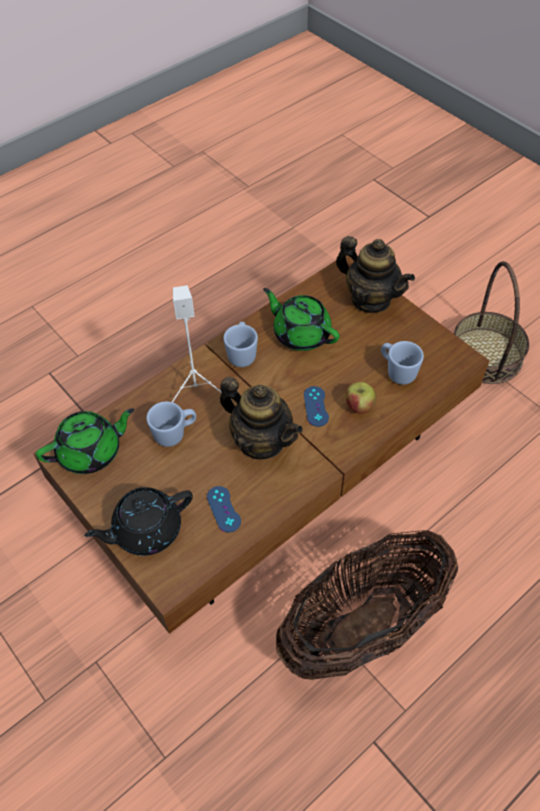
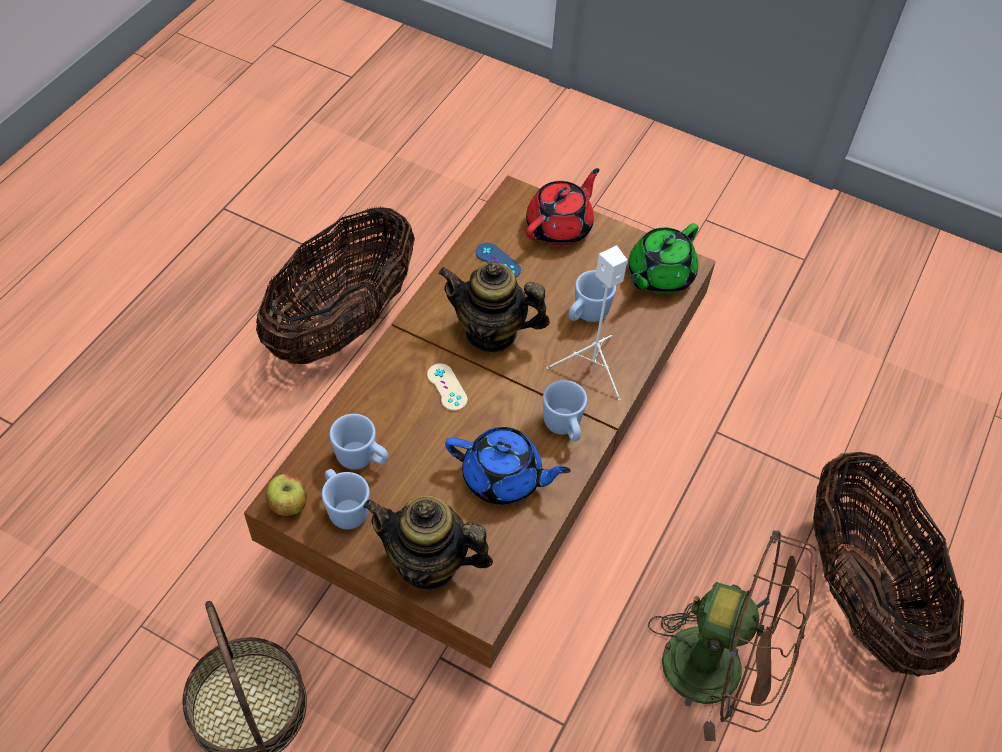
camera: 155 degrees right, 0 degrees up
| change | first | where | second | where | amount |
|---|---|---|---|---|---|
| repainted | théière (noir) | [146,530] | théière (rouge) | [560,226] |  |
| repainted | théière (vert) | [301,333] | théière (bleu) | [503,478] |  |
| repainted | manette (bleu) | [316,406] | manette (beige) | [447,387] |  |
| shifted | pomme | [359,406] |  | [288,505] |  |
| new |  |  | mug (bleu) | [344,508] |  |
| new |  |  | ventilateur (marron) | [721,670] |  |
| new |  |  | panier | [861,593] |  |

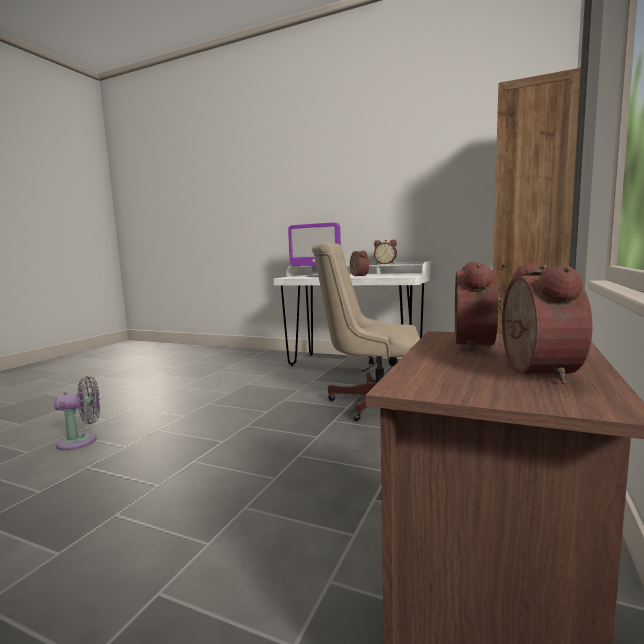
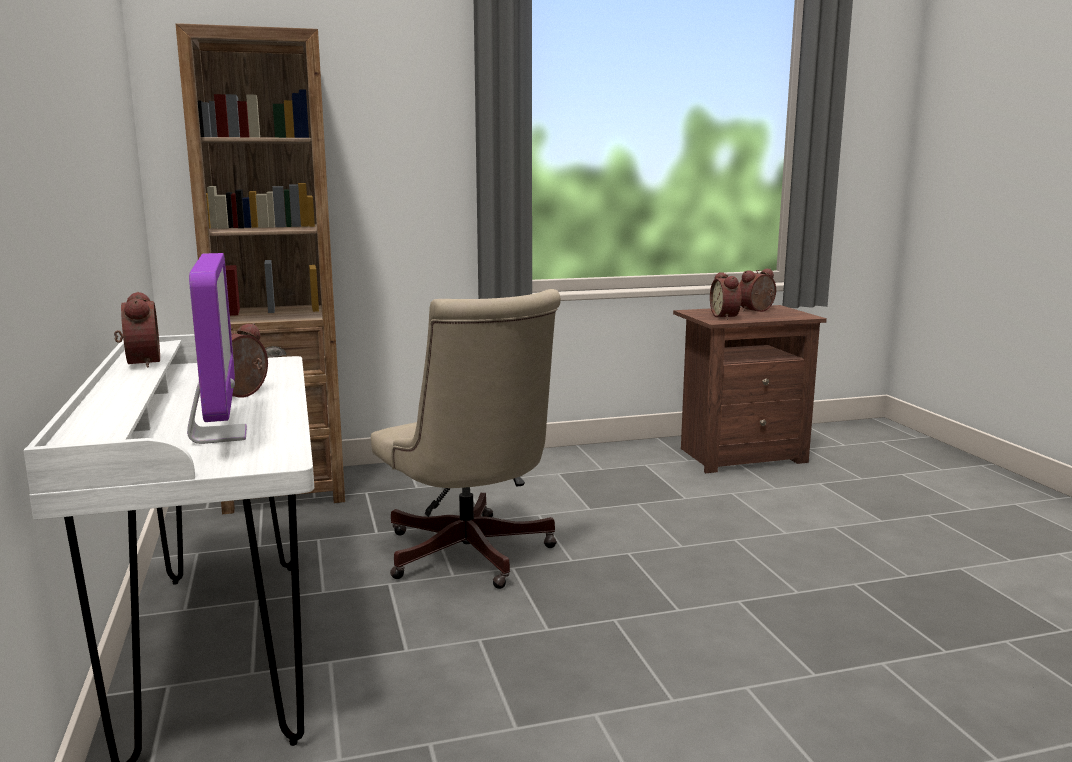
camera: 130 degrees left, 5 degrees up
| change | first | where | second | where | amount |
|---|---|---|---|---|---|
| gone | ventilateur (gris) | [81,441] |  |  |  |
| rotated | réveil | [479,344] |  | [726,316] | 105 degrees clockwise |

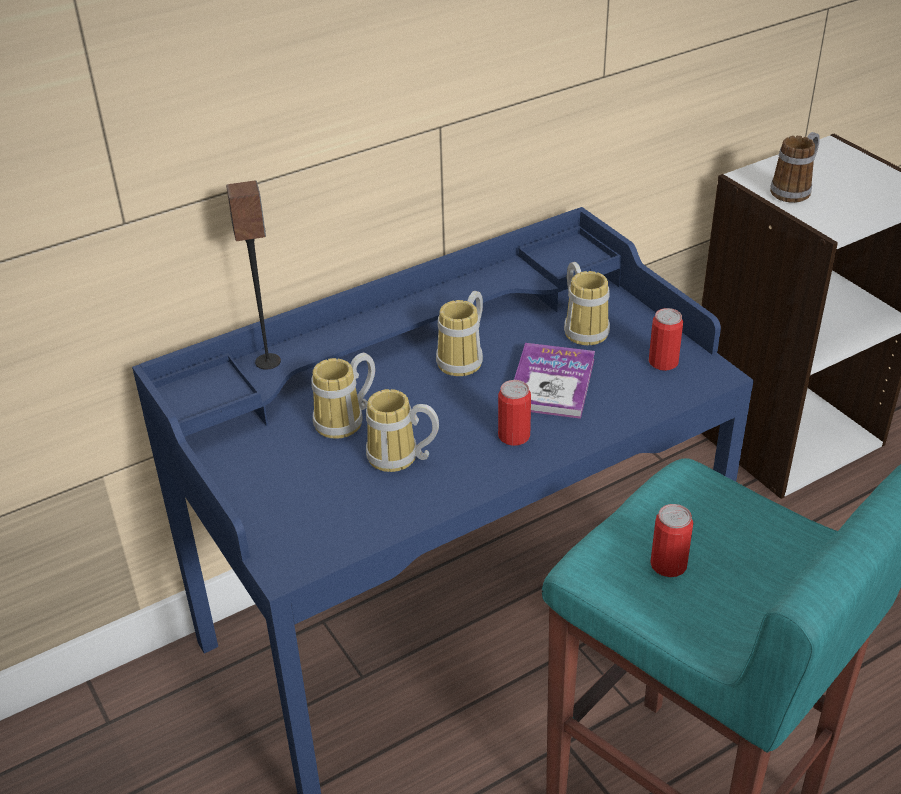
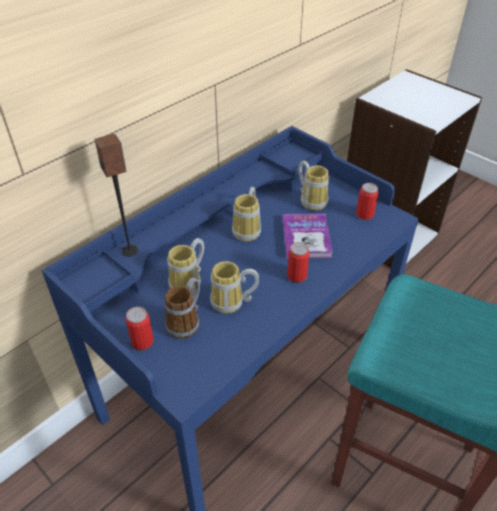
camera: 15 degrees left, 5 degrees up
| change | first | where | second | where | amount |
|---|---|---|---|---|---|
| shifted | boîte métallique | [668,565] |  | [142,341] |  |
| shifted | mug | [794,190] |  | [186,321] |  |

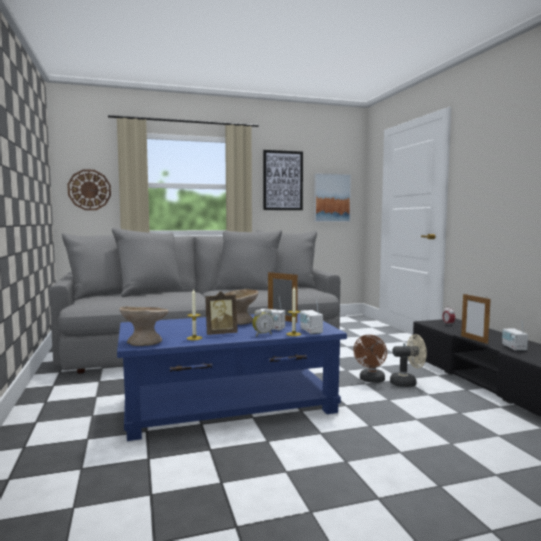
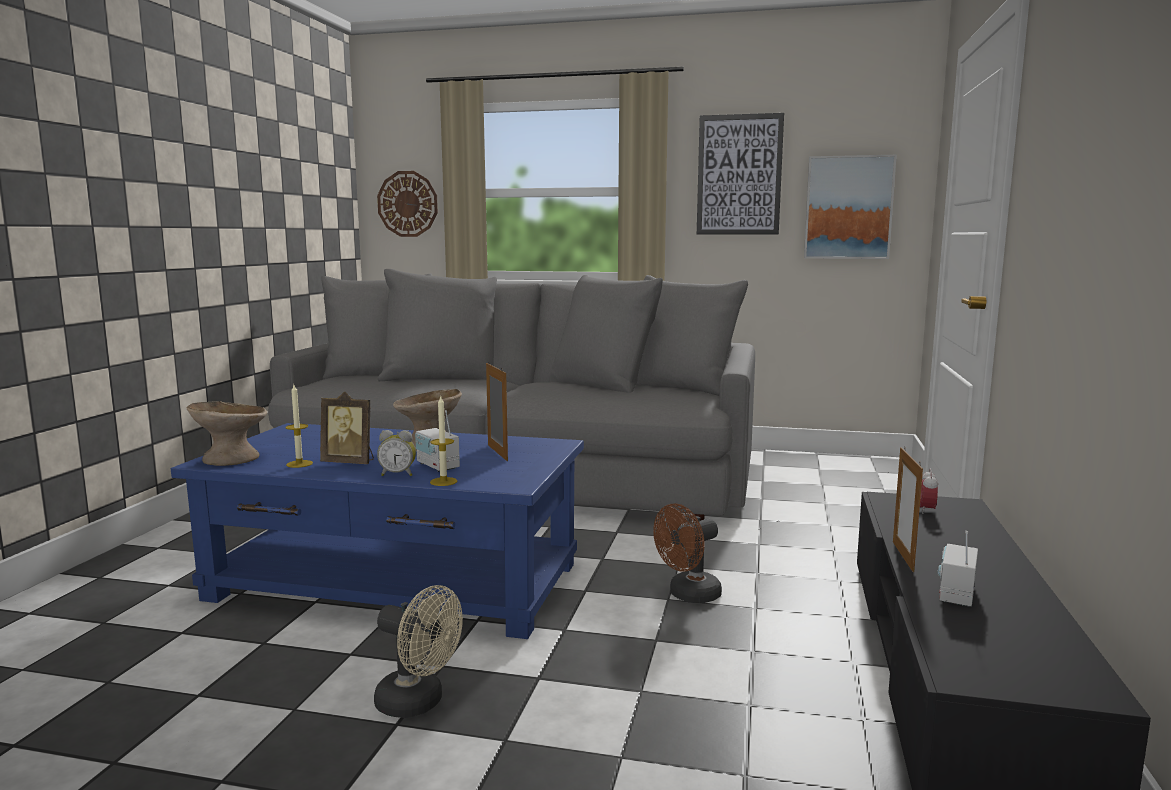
camera: 30 degrees right, 5 degrees up
| change | first | where | second | where | amount |
|---|---|---|---|---|---|
| gone | radio | [311,331] |  |  |  |
| shifted | ventilateur (beige) | [407,383] |  | [418,703] |  |

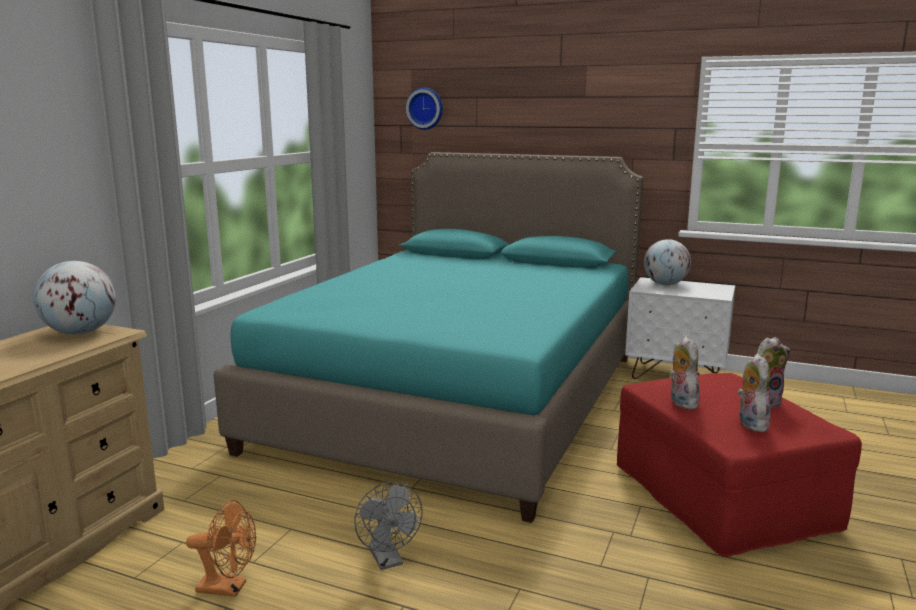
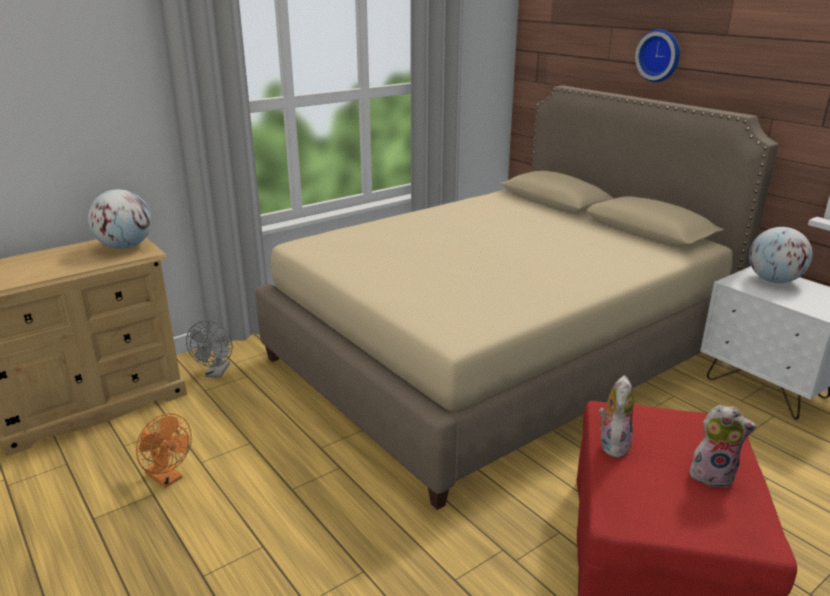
camera: 30 degrees right, 10 degrees up
| change | first | where | second | where | amount |
|---|---|---|---|---|---|
| repainted | lit (turquoise) | [459,400] | lit (beige) | [498,355] |  |
| shifted | ventilateur (gris) | [388,560] |  | [216,373] |  |
| shifted | horloge murale | [425,108] |  | [660,55] |  |
| gone | peluche | [750,423] |  |  |  |

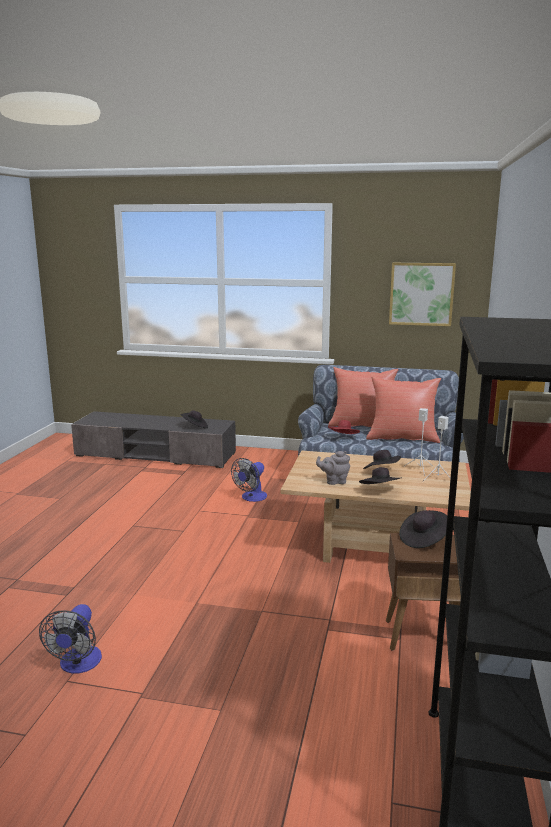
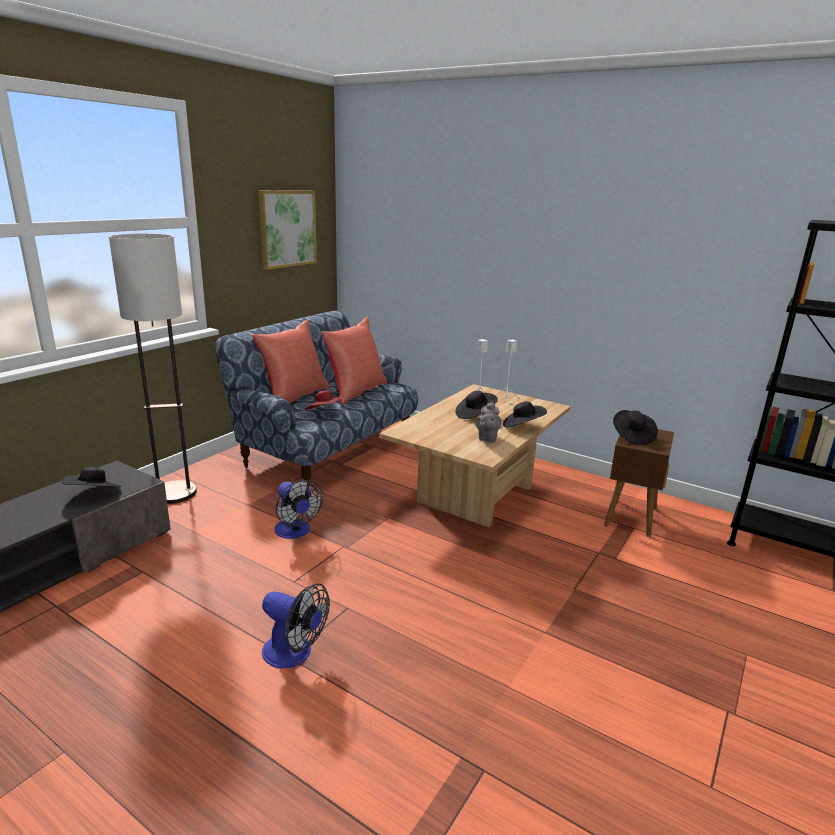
camera: 70 degrees left, 5 degrees up
| change | first | where | second | where | amount |
|---|---|---|---|---|---|
| shifted | ventilateur | [78,665] |  | [294,654] |  |
| new |  |  | lampadaire | [174,493] |  |

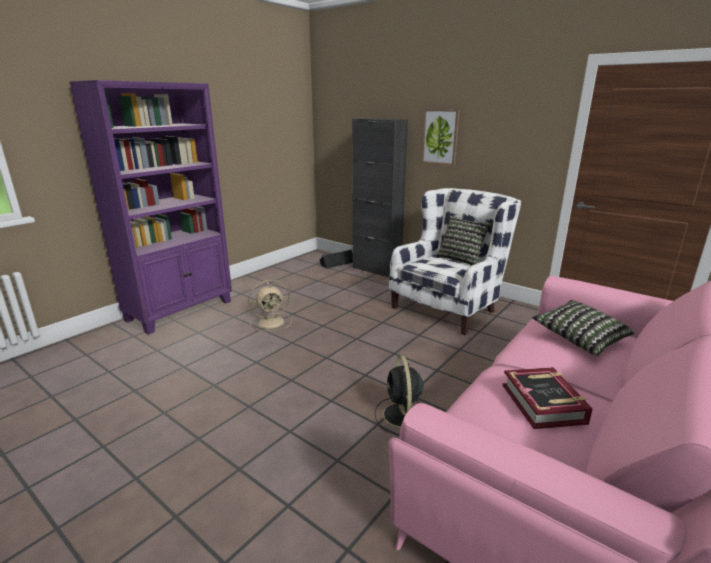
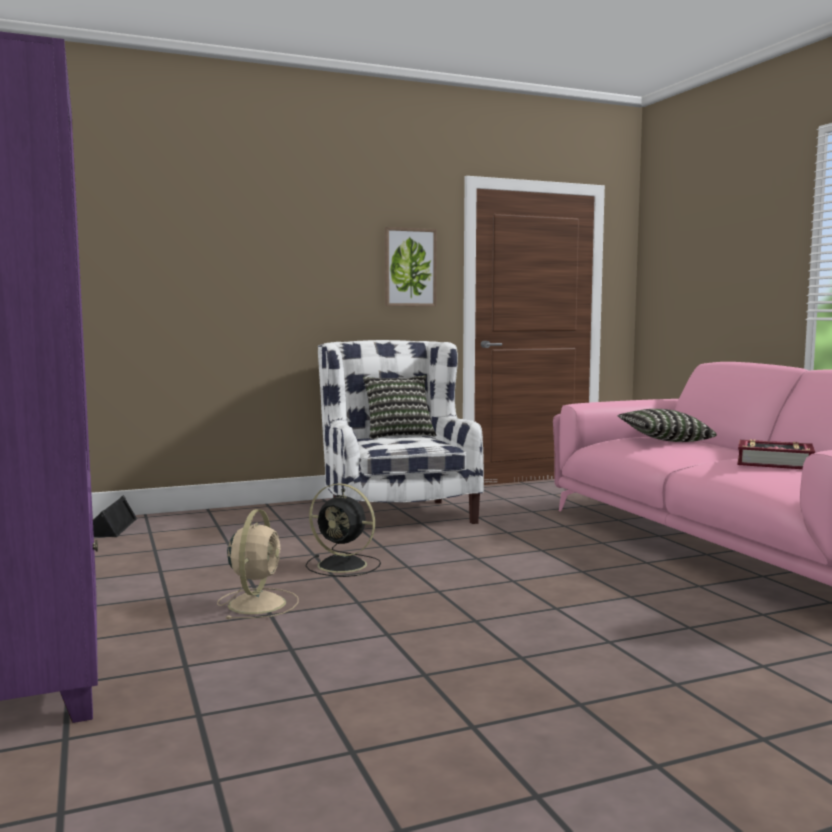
camera: 60 degrees left, 15 degrees down
| change | first | where | second | where | amount |
|---|---|---|---|---|---|
| gone | meuble de rangement (noir) | [376,270] |  |  |  |
| shifted | ventilateur (noir) | [402,416] |  | [344,565] |  |
| shifted | tableau | [440,137] |  | [410,267] |  |

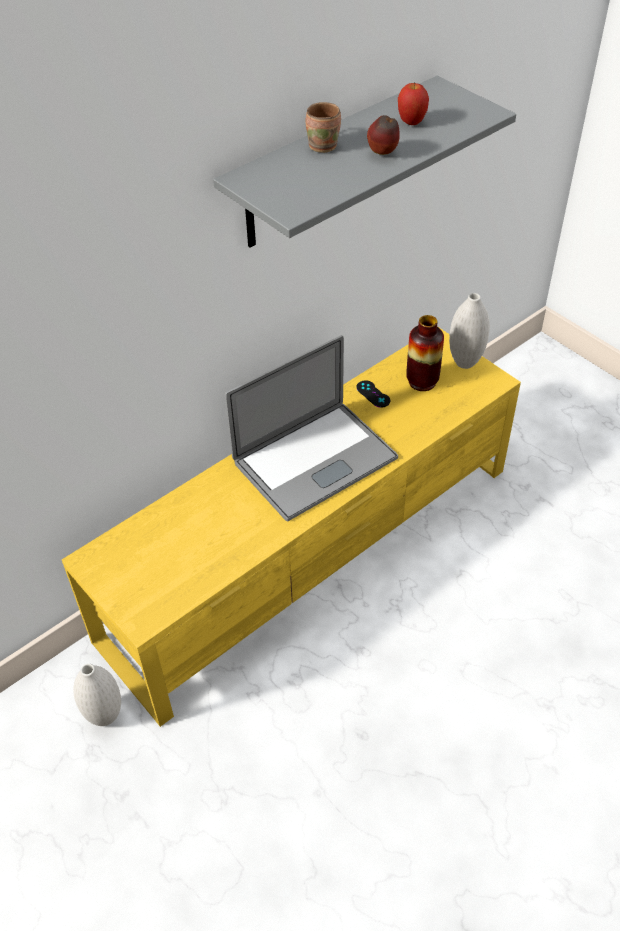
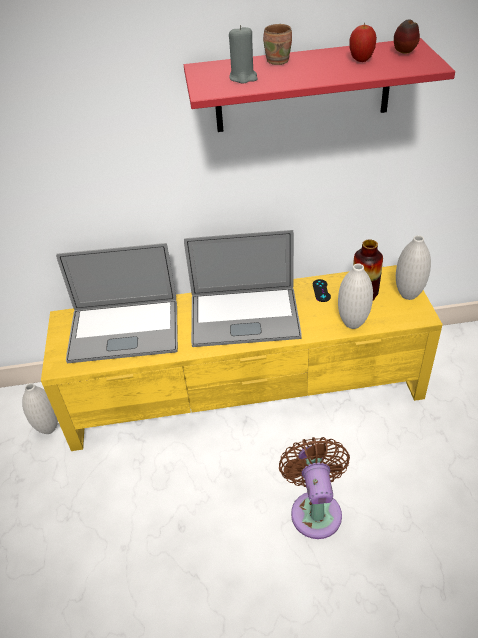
camera: 35 degrees right, 5 degrees down
| change | first | where | second | where | amount |
|---|---|---|---|---|---|
| repainted | étagère (gris) | [332,164] | étagère (rouge) | [302,87] |  |
| shifted | pomme | [383,154] |  | [404,53] |  |
| new |  |  | ordinateur portable | [124,330] |  |
| new |  |  | bougie (gris) | [243,77] |  |
| new |  |  | ventilateur (marron) | [315,509] |  |
| new |  |  | vase (blanc) | [352,323] |  |

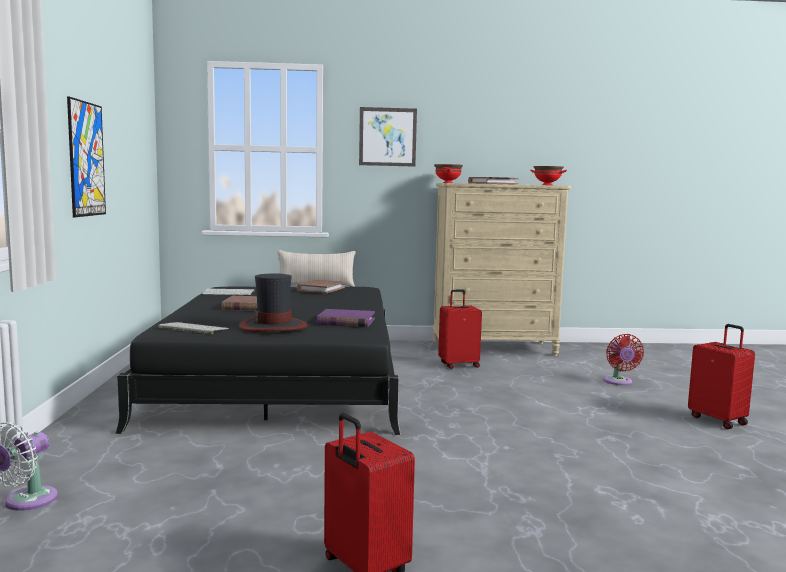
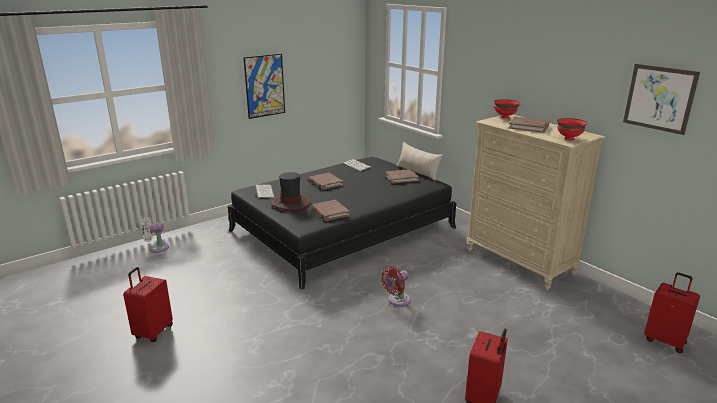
camera: 55 degrees right, 15 degrees up
| change | first | where | second | where | amount |
|---|---|---|---|---|---|
| repainted | livre (violet) | [346,322] | livre (marron) | [330,212] |  |
| shifted | tableau | [387,137] |  | [659,98] |  |
| shifted | valise (rouge) | [458,365] |  | [665,341] |  |
| shifted | ventilateur (rouge) | [618,382] |  | [397,300] |  |

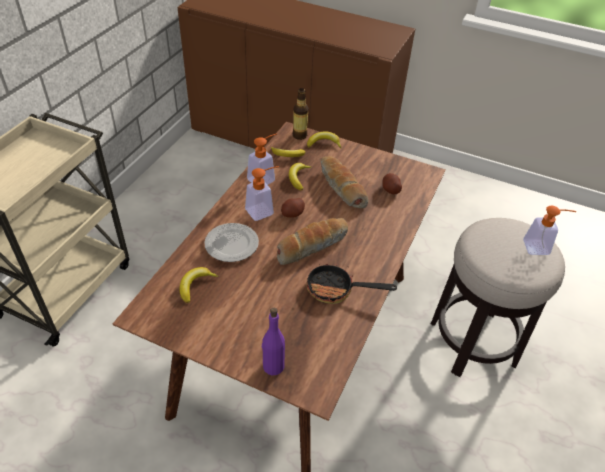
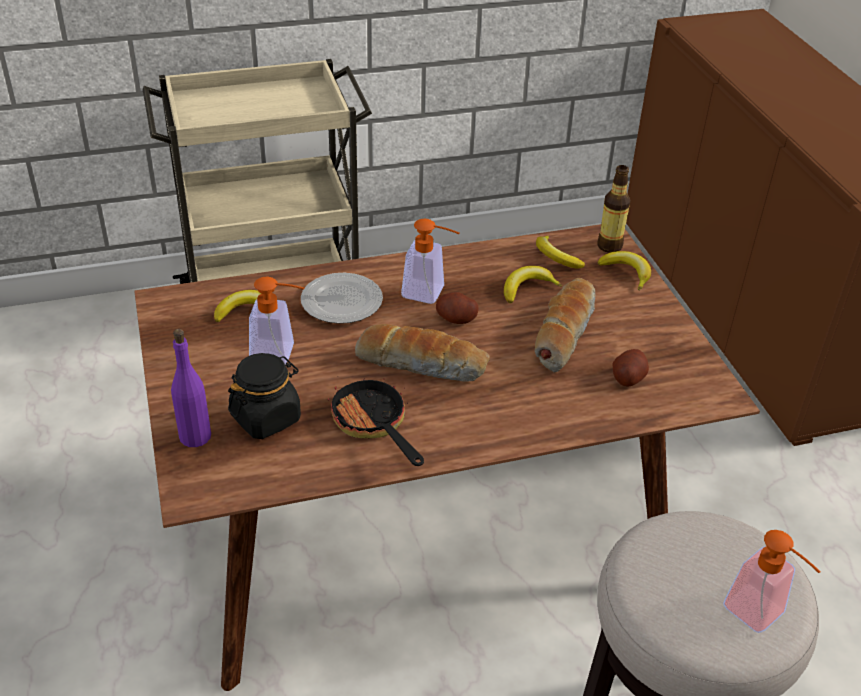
camera: 50 degrees right, 5 degrees down
| change | first | where | second | where | amount |
|---|---|---|---|---|---|
| shifted | distributeur de savon | [264,178] |  | [280,354] |  |
| new |  |  | bocal (noir) | [266,417] |  |

